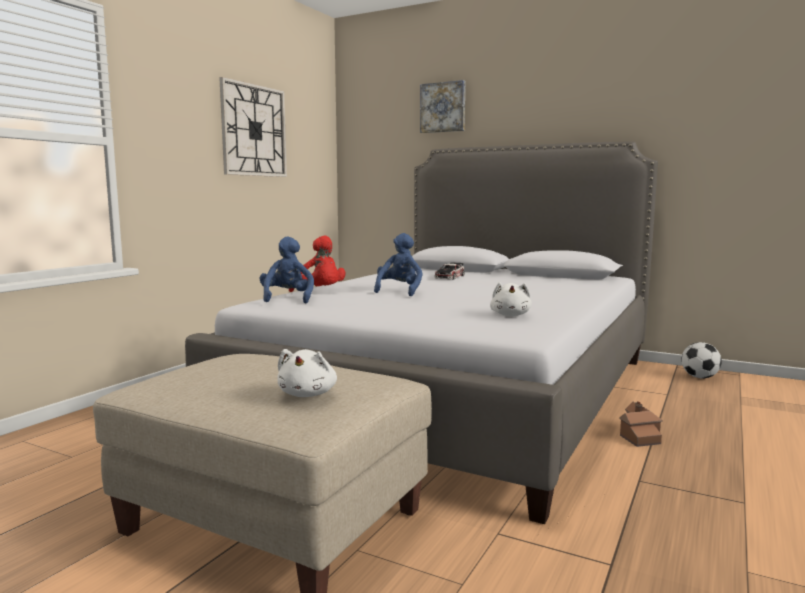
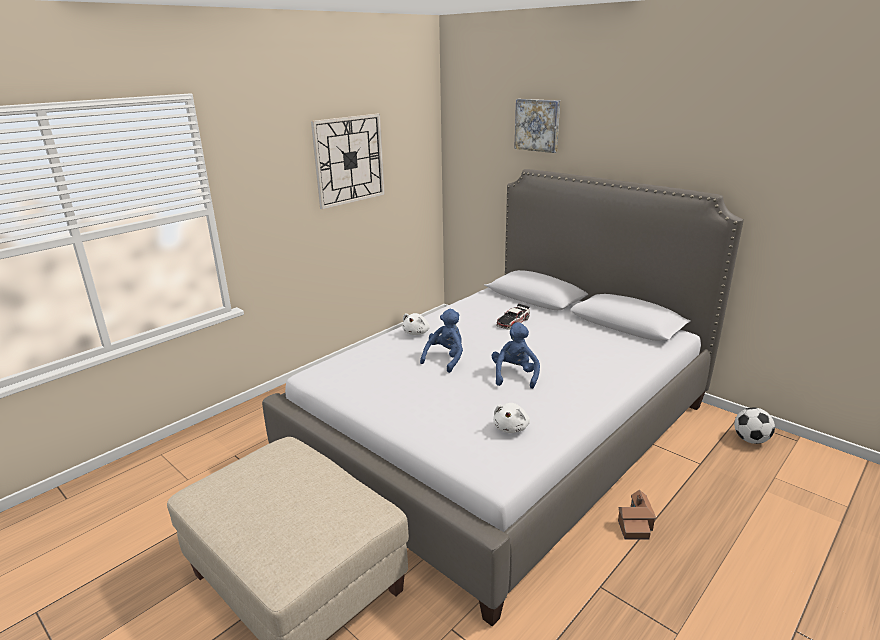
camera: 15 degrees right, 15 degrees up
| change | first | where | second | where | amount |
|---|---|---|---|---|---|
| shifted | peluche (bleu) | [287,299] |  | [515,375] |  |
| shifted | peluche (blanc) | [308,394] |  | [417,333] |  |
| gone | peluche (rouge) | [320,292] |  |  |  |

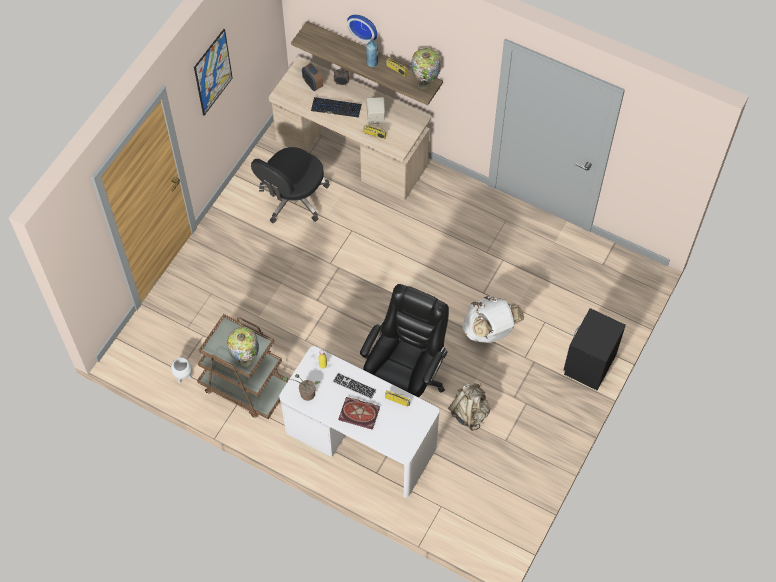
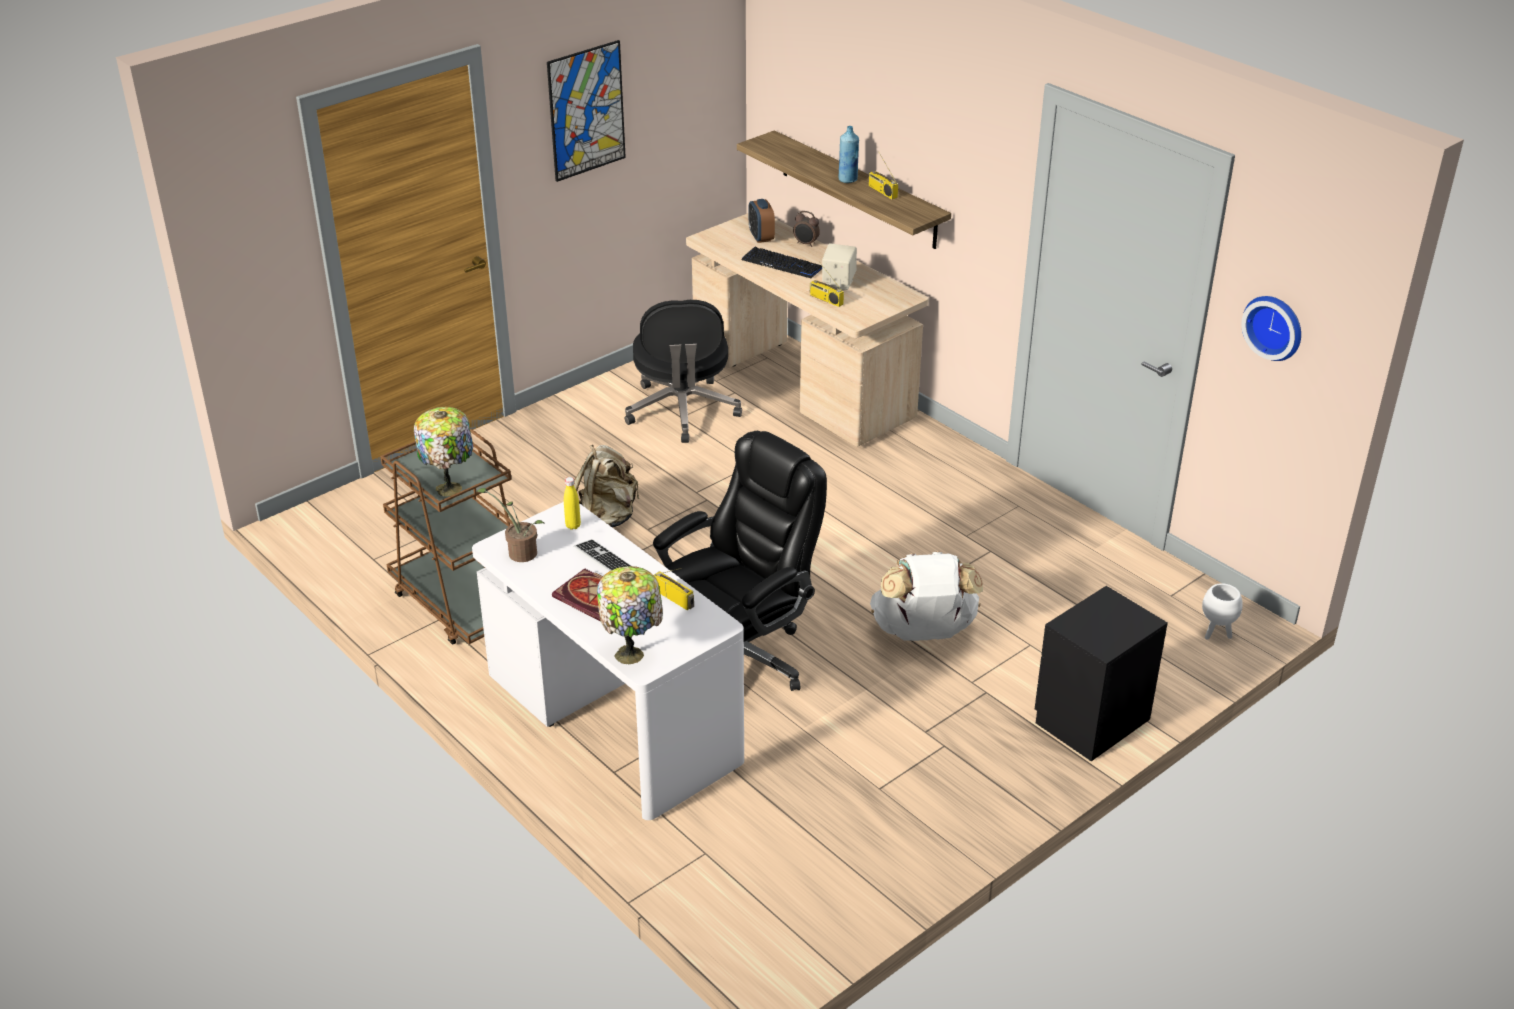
camera: 20 degrees right, 25 degrees down
| change | first | where | second | where | amount |
|---|---|---|---|---|---|
| shifted | cache-pot (blanc) | [183,377] |  | [1216,633] |  |
| rotated | chaise de bureau (noir) | [293,198] |  | [682,411] | 60 degrees counterclockwise |
| shifted | horloge murale | [363,25] |  | [1275,326] |  |
| shifted | lampe de table | [425,84] |  | [632,654] |  |
| shifted | sac à dos (beige) | [469,412] |  | [608,518] |  |

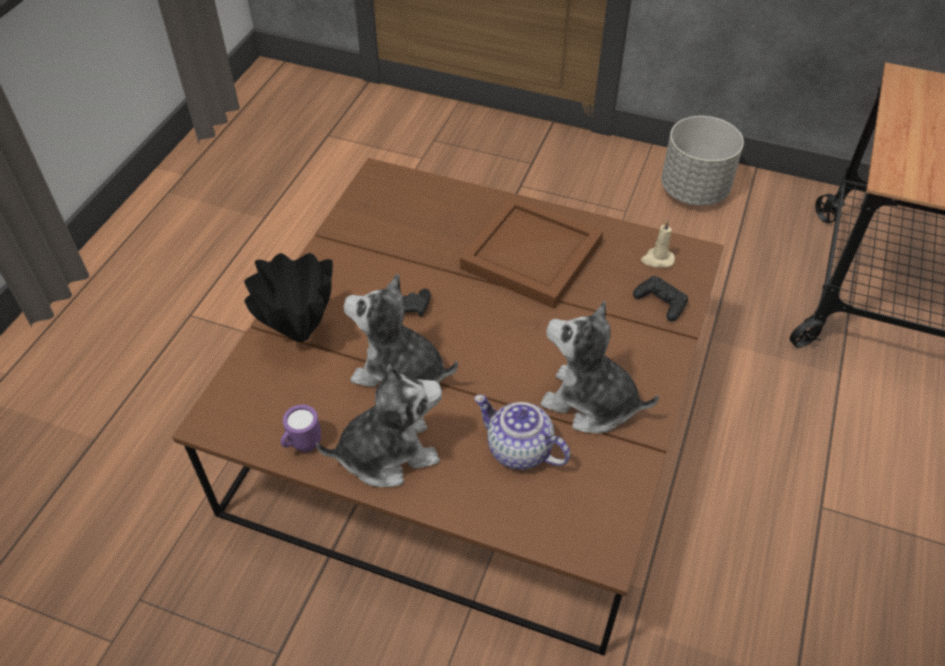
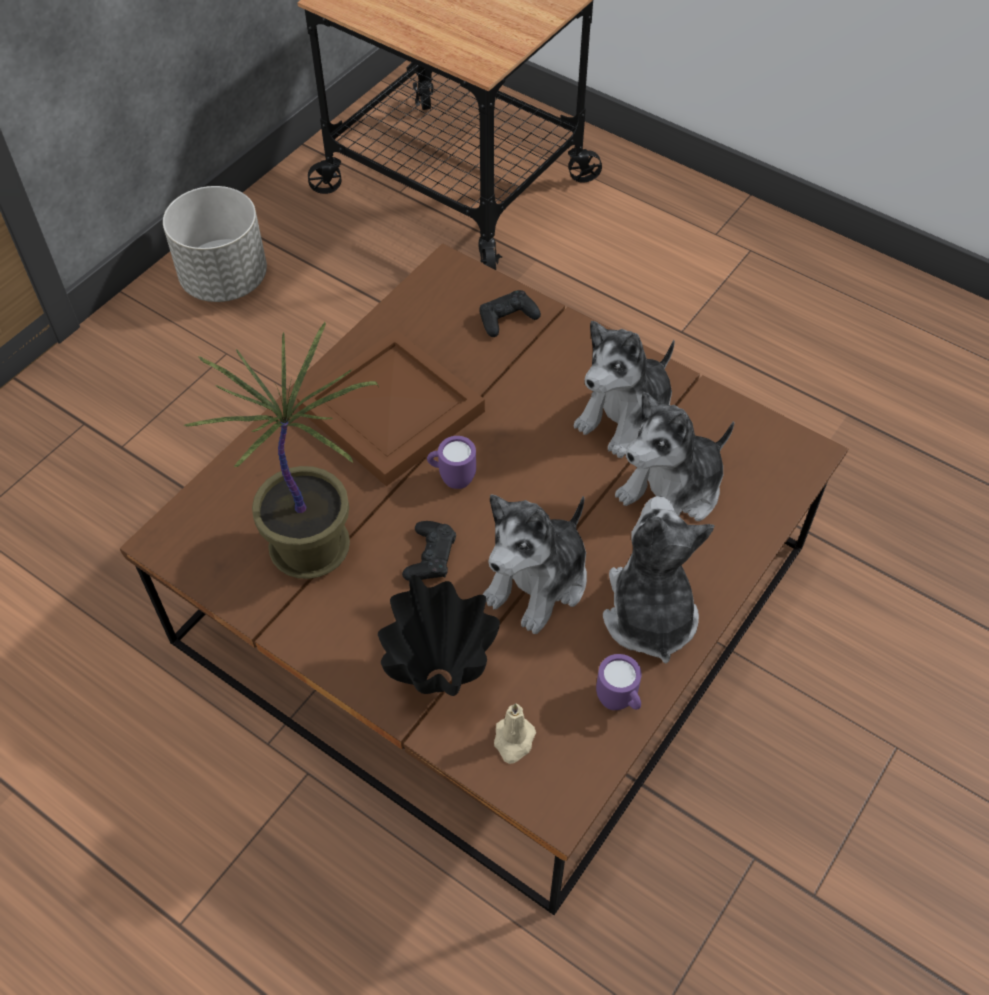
camera: 75 degrees left, 5 degrees up
| change | first | where | second | where | amount |
|---|---|---|---|---|---|
| swapped | théière | [518,450] | peluche | [672,492] |  |
| shifted | bougie (beige) | [657,259] |  | [513,741] |  |
| new |  |  | plante en pot | [313,546] |  |
| new |  |  | mug (violet) | [452,478] |  |

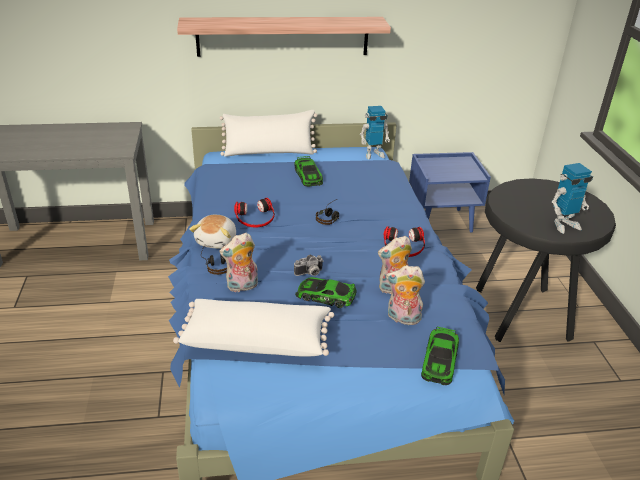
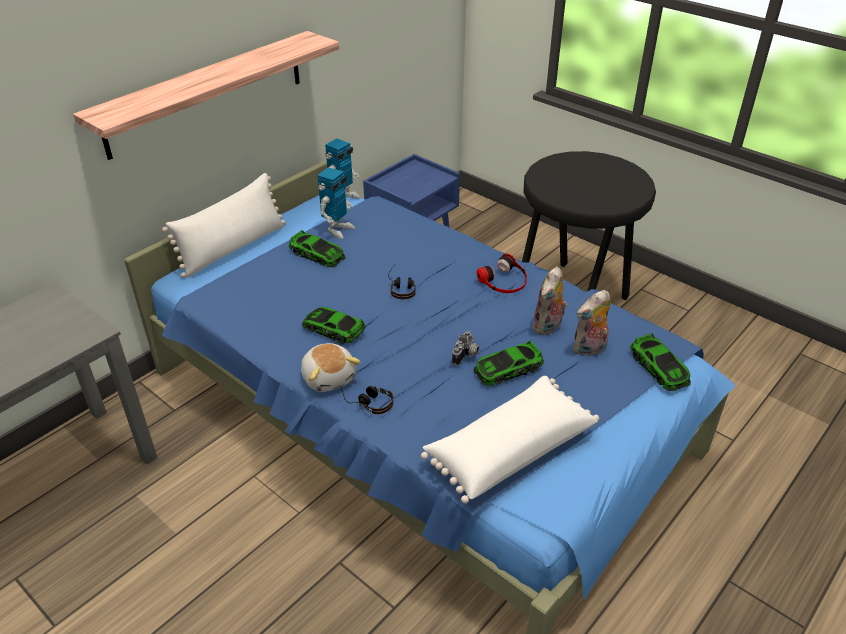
camera: 40 degrees left, 5 degrees up
| change | first | where | second | where | amount |
|---|---|---|---|---|---|
| gone | peluche | [242,287] |  |  |  |
| swapped | casque audio | [255,217] | petite voiture | [333,329] |  |
| shifted | robot jouet | [564,225] |  | [338,230] |  |

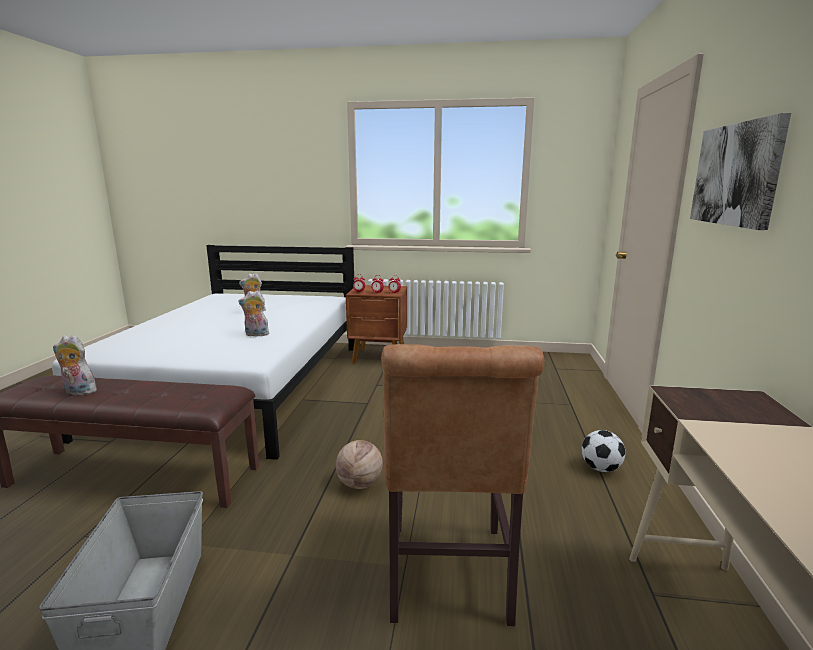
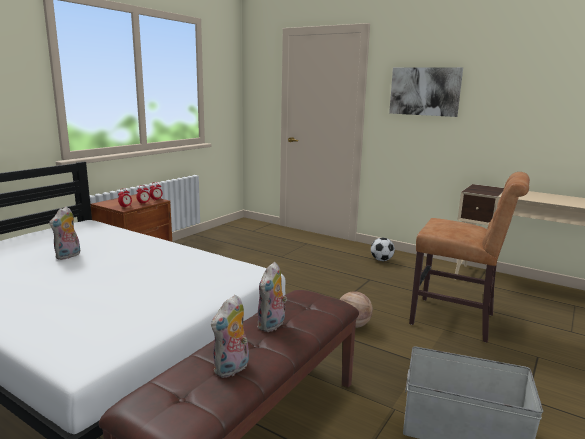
camera: 65 degrees left, 0 degrees up
| change | first | where | second | where | amount |
|---|---|---|---|---|---|
| shifted | peluche | [256,335] |  | [272,325] |  |

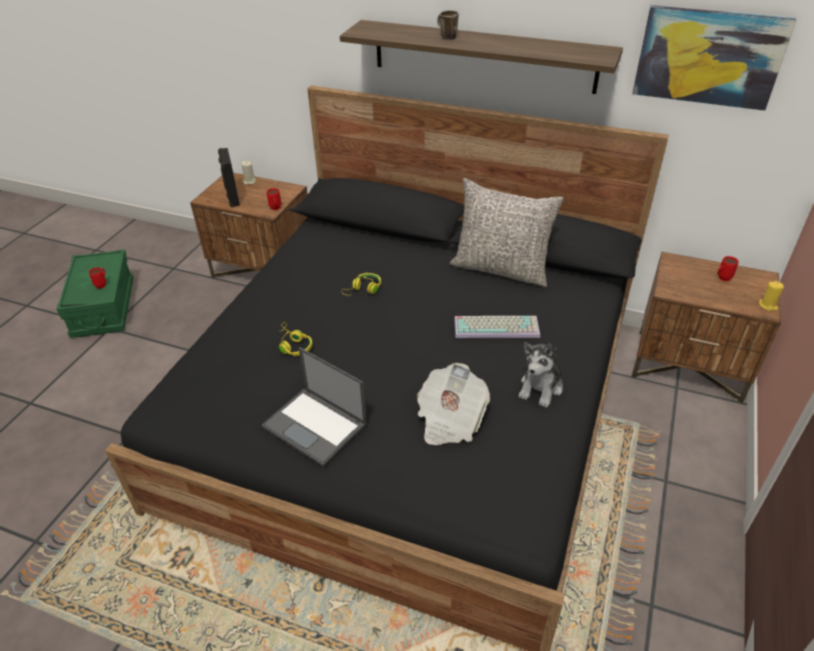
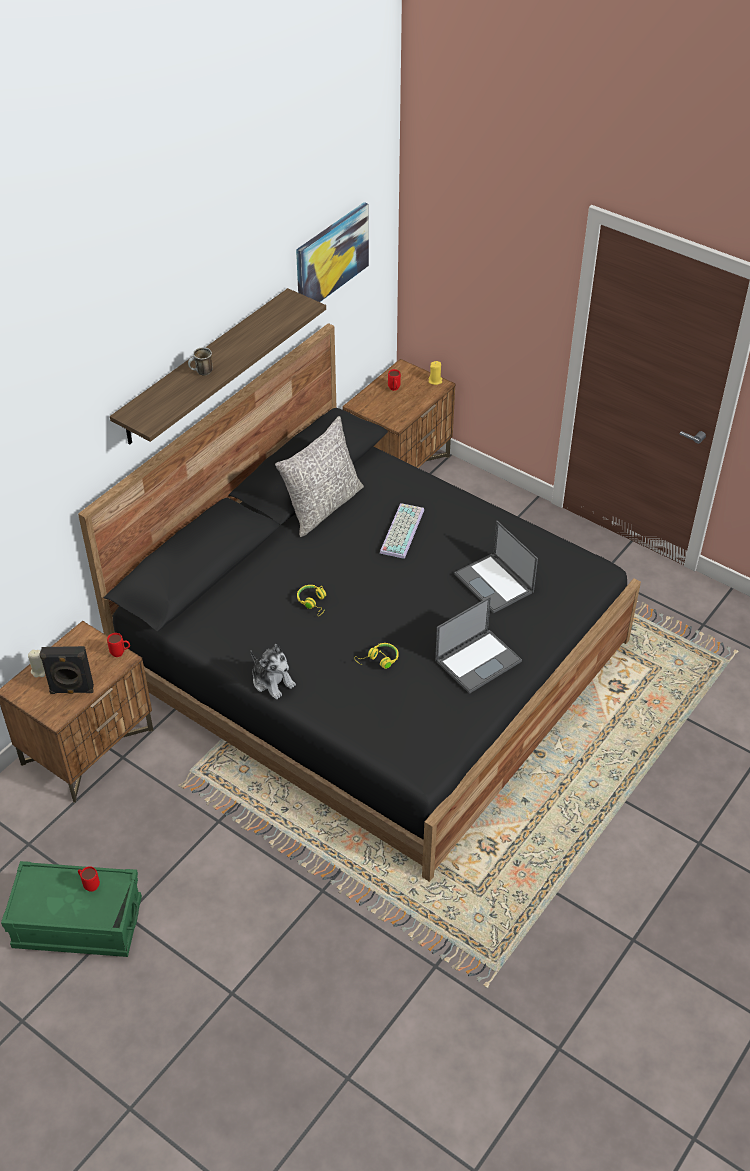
camera: 75 degrees left, 5 degrees up
| change | first | where | second | where | amount |
|---|---|---|---|---|---|
| swapped | journal | [450,419] | ordinateur portable | [495,583] |  |
| shifted | peluche | [541,387] |  | [272,681] |  |

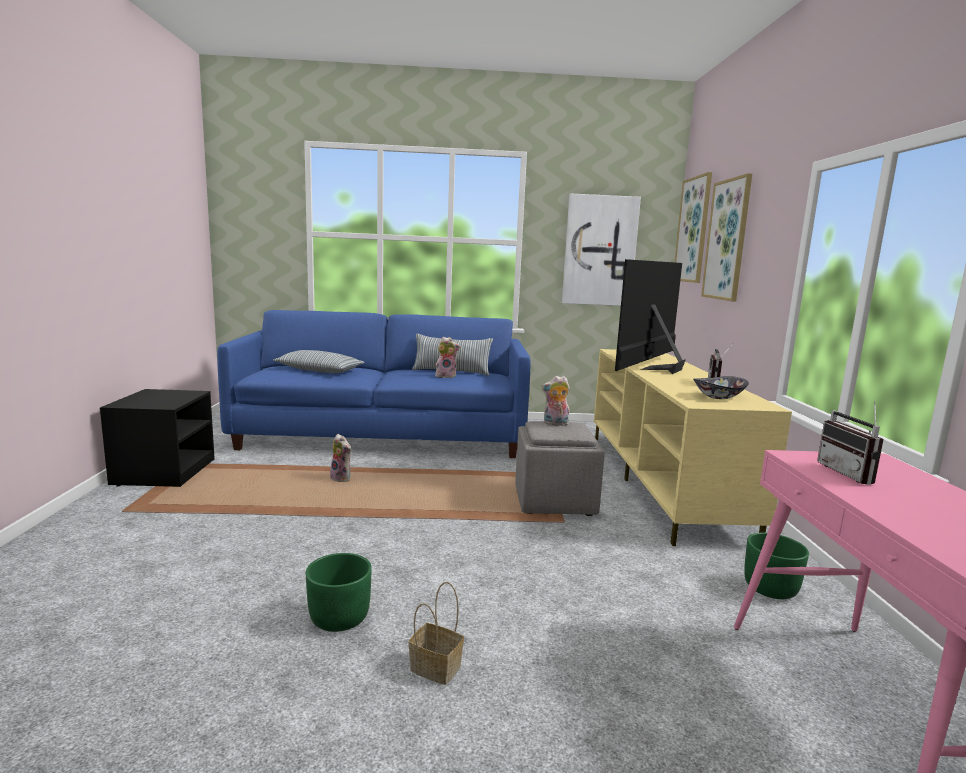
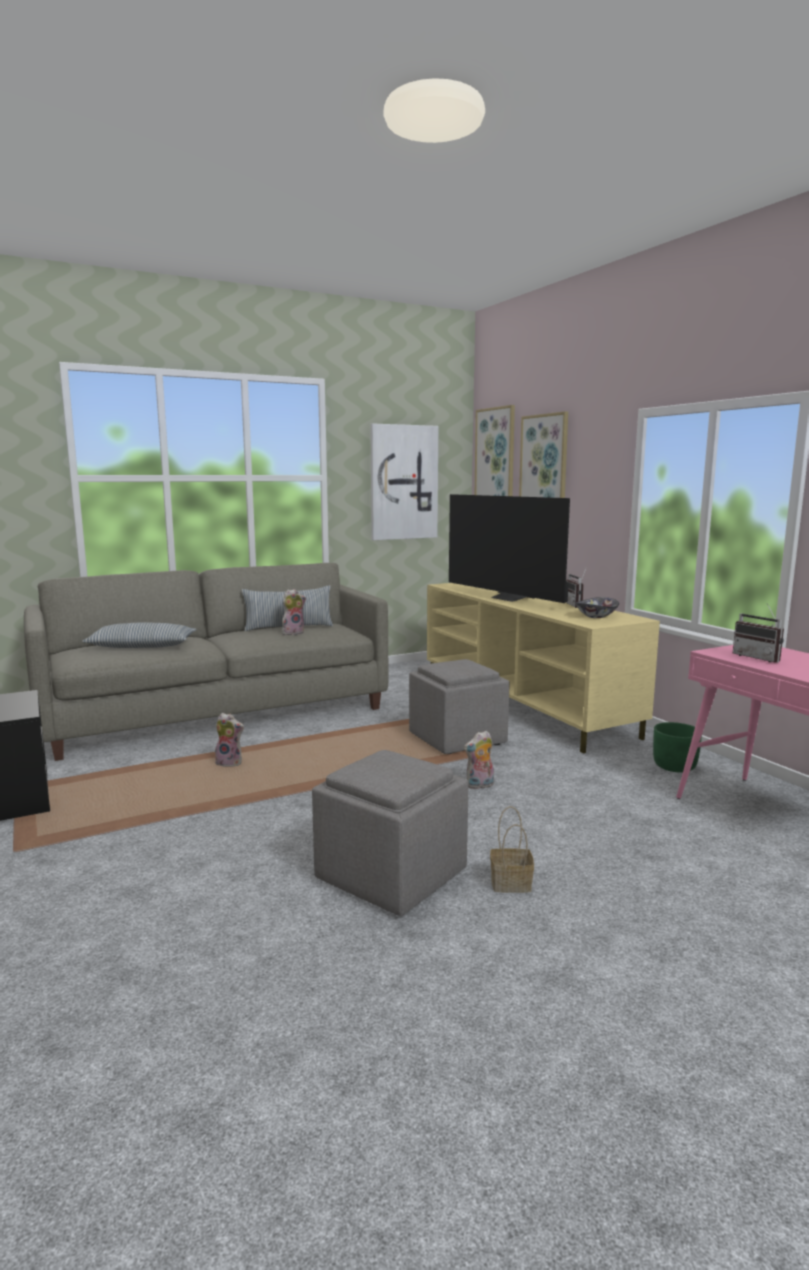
camera: 25 degrees left, 0 degrees up
| change | first | where | second | where | amount |
|---|---|---|---|---|---|
| repainted | canapé (bleu) | [384,436] | canapé (gris) | [217,713] |  |
| swapped | cache-pot (vert) | [340,618] | pouf (gris) | [391,875] |  |
| shifted | peluche | [555,424] |  | [480,786] |  |
| rotated | téléviseur | [655,369] |  | [509,598] | 45 degrees counterclockwise |

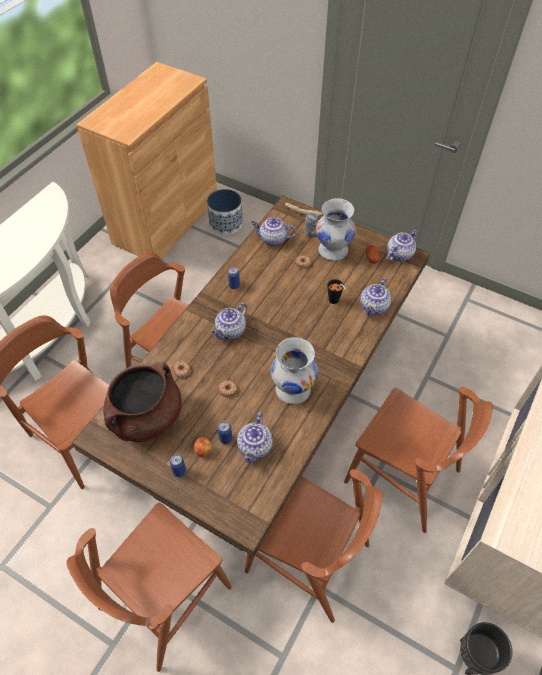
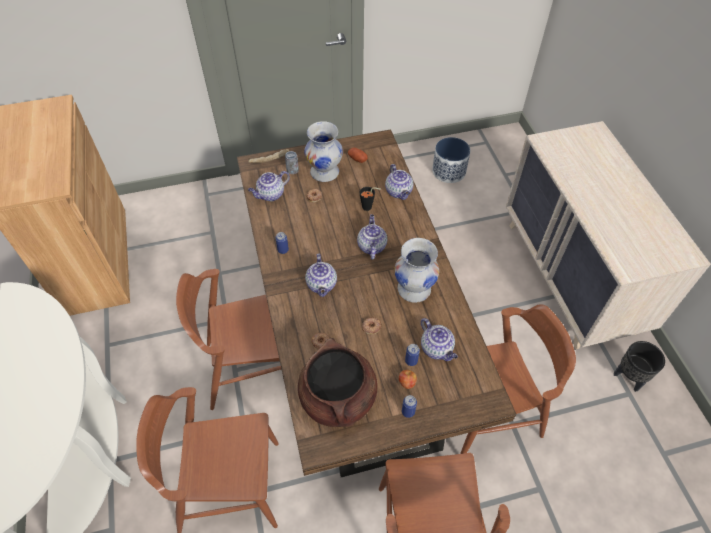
camera: 45 degrees left, 0 degrees up
| change | first | where | second | where | amount |
|---|---|---|---|---|---|
| shifted | cache-pot | [226,223] |  | [448,171] |  |
| gone | chaise (marron) | [403,476] |  |  |  |
| shifted | théière | [399,254] |  | [371,246] |  |

